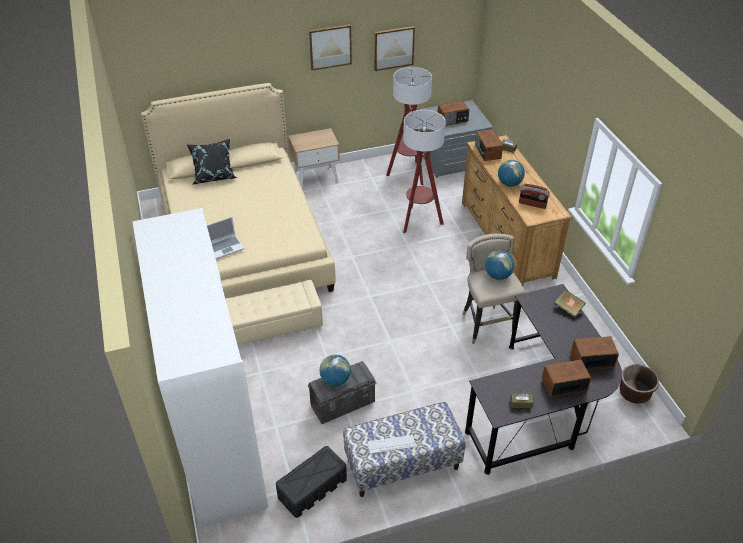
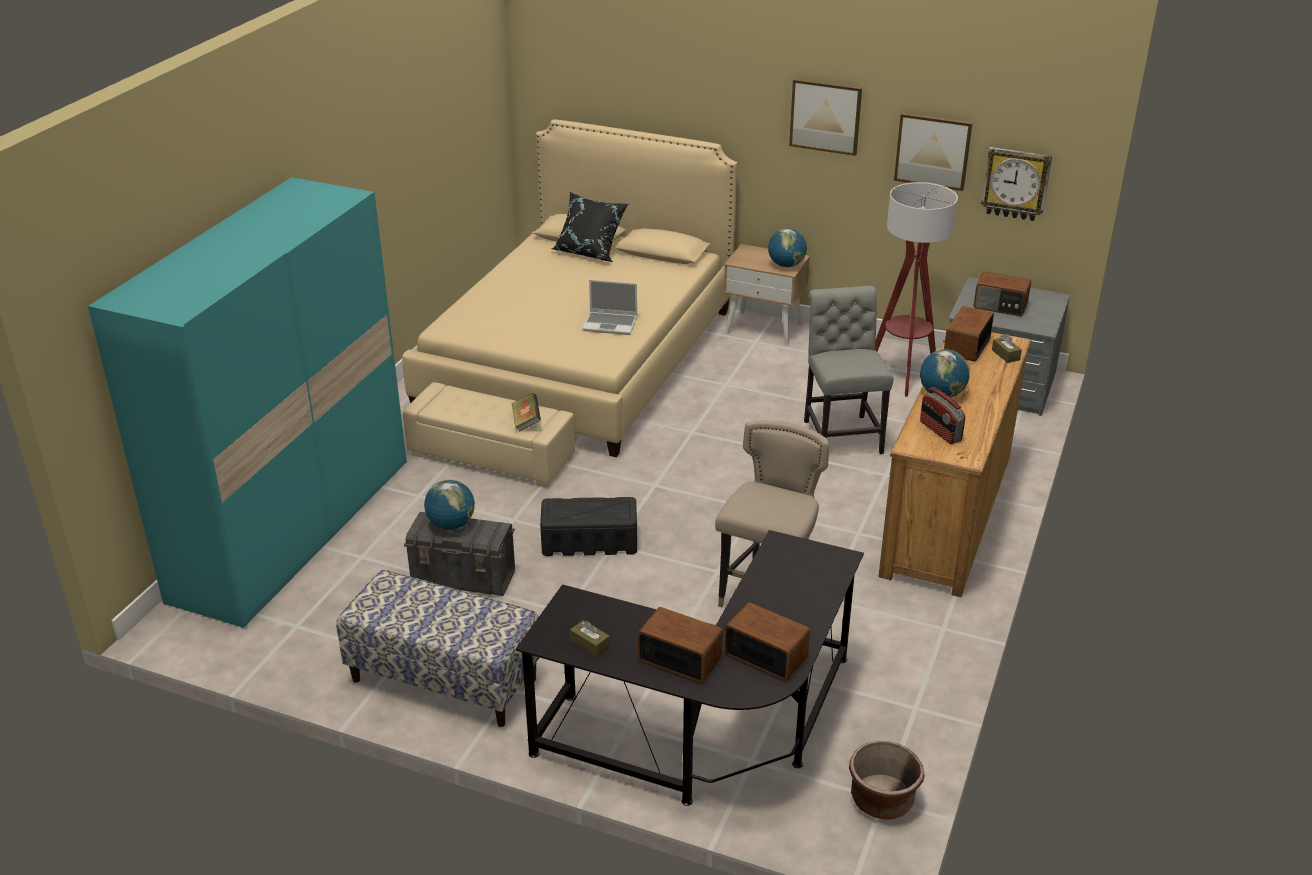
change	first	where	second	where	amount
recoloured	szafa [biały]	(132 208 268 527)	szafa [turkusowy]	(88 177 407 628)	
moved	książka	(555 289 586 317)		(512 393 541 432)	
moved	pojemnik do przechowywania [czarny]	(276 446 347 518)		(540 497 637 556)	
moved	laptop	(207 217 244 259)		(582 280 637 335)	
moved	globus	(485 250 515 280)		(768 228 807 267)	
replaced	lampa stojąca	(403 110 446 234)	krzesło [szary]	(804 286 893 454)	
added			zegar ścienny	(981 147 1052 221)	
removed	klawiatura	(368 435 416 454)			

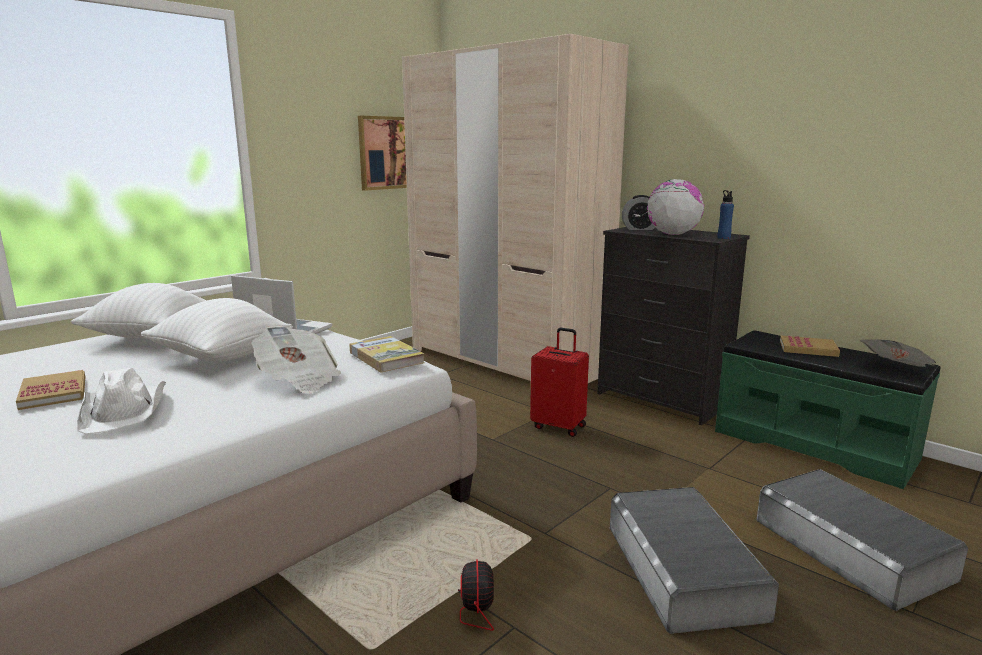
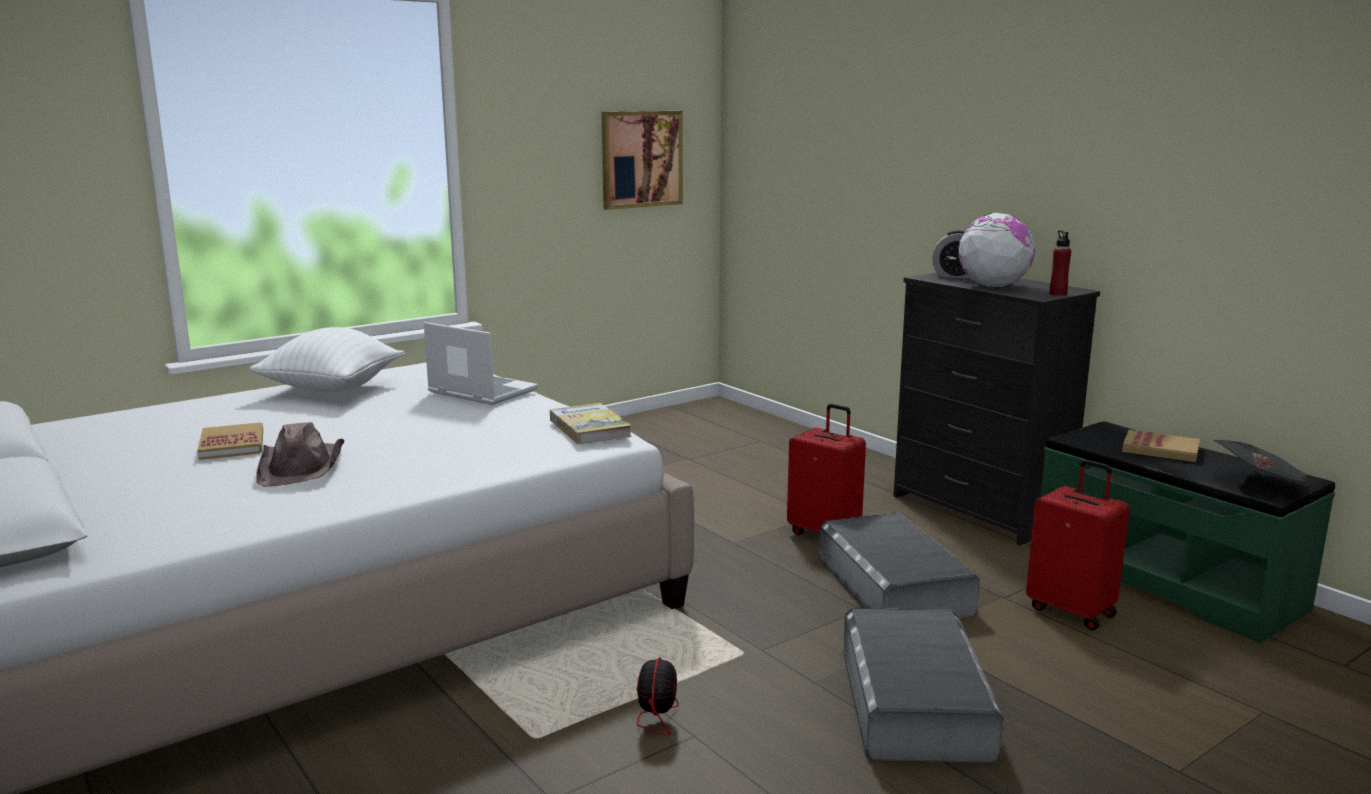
change	first	where	second	where	amount
recoloured	kapelusz [biały]	(77 368 166 434)	kapelusz [brązowy]	(257 422 345 487)	
moved	pojemnik do przechowywania [szary]	(757 469 968 611)		(819 512 980 618)	
added			walizka [czerwony]	(1026 460 1130 630)	
recoloured	butelka [niebieski]	(717 190 734 239)	butelka [czerwony]	(1049 230 1071 296)	
removed	poduszka [biały]	(141 298 293 361)			
removed	gazeta	(251 325 341 393)			
removed	szafa [beżowy]	(402 34 629 383)			

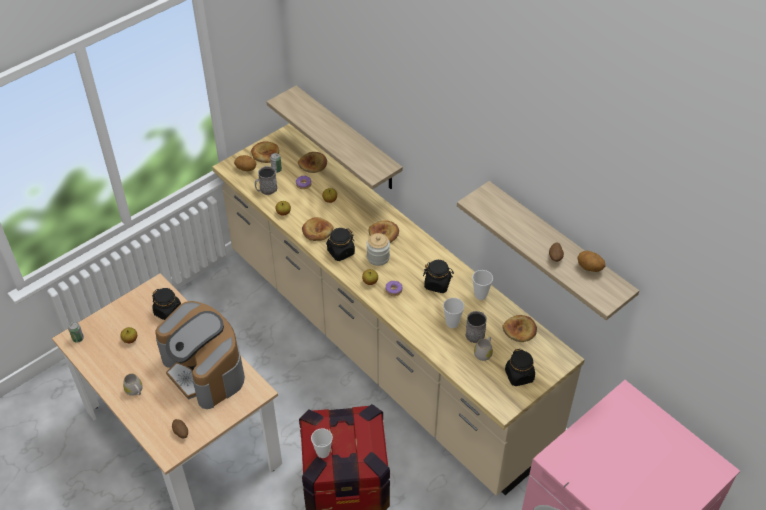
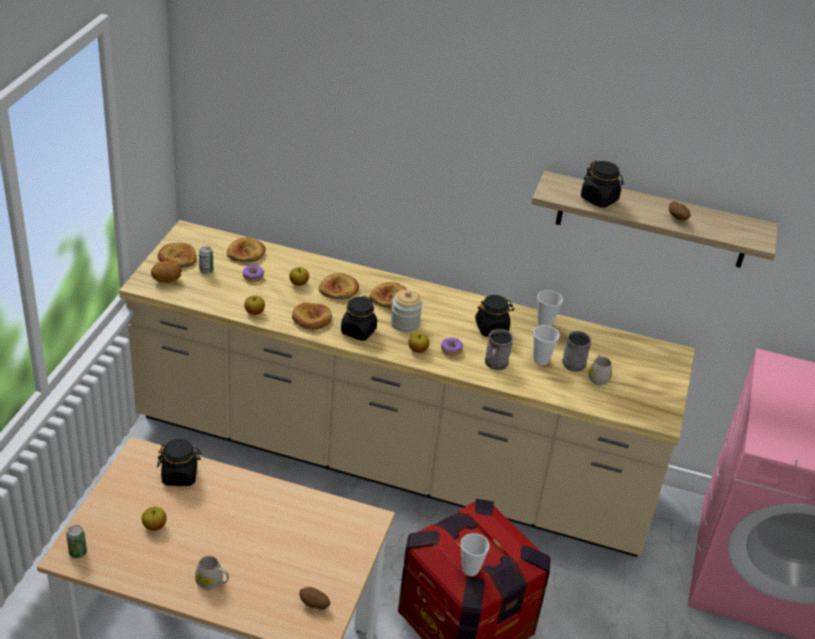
change	first	where	second	where	amount
moved	chleb	(502 315 537 342)		(319 273 359 299)	
moved	kubek [szary]	(255 166 277 195)		(485 329 513 370)	
moved	słoik [czarny]	(505 349 535 386)		(581 161 624 208)	
removed	ekspres do kawy	(156 301 245 409)			
removed	półka	(267 86 403 190)			
removed	ziemniak	(578 251 605 272)			

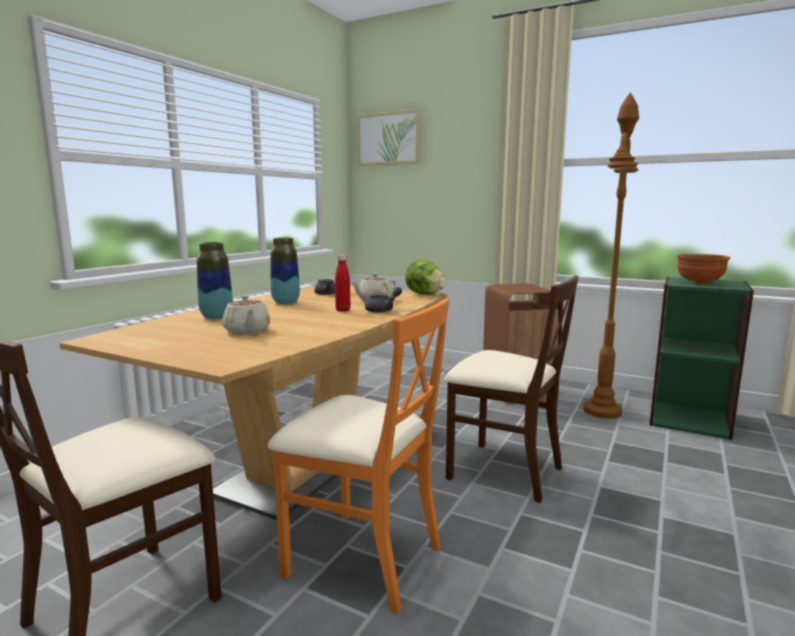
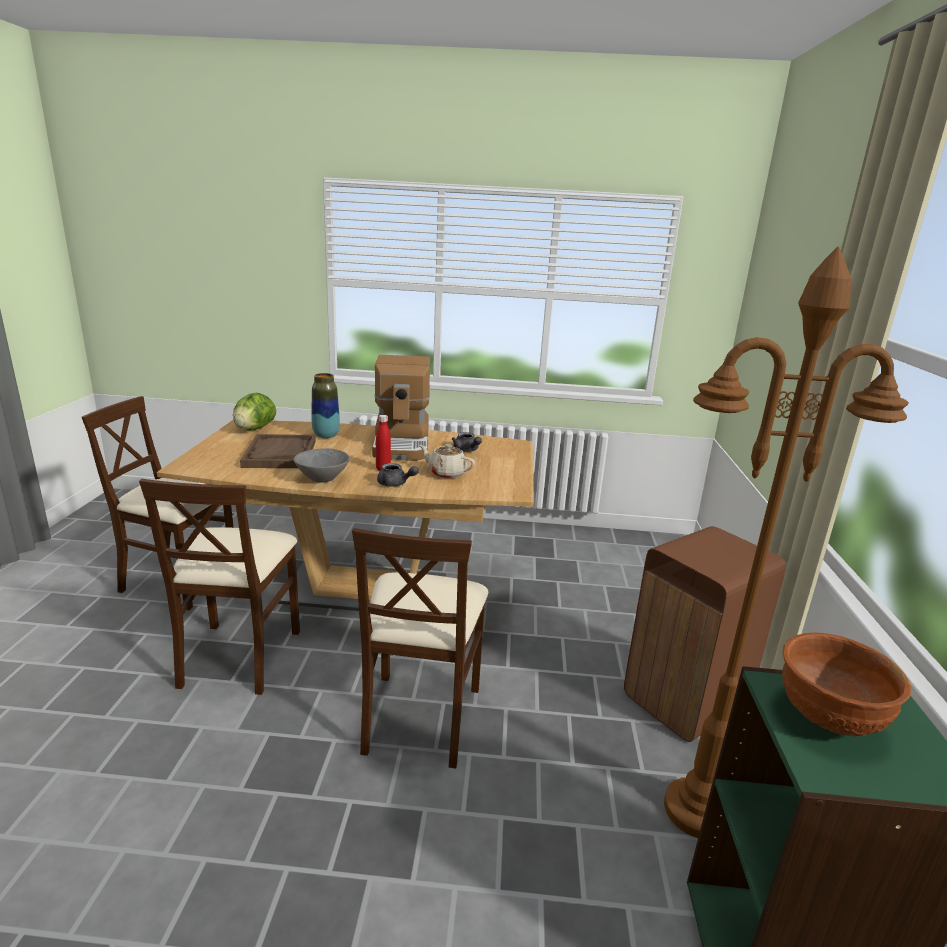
change	first	where	second	where	amount
recoloured	krzesło [pomarańczowy]	(268 298 449 614)	krzesło [beżowy]	(139 479 300 695)	
moved	sałata	(405 259 446 295)		(233 393 276 431)	
replaced	imbryk [beżowy]	(222 295 270 334)	taca [brązowy]	(240 434 316 468)	
added			miska [szary]	(294 448 350 483)	
replaced	wazon	(270 237 300 304)	ekspres do kawy	(372 355 430 461)	
removed	obraz	(357 109 420 166)			

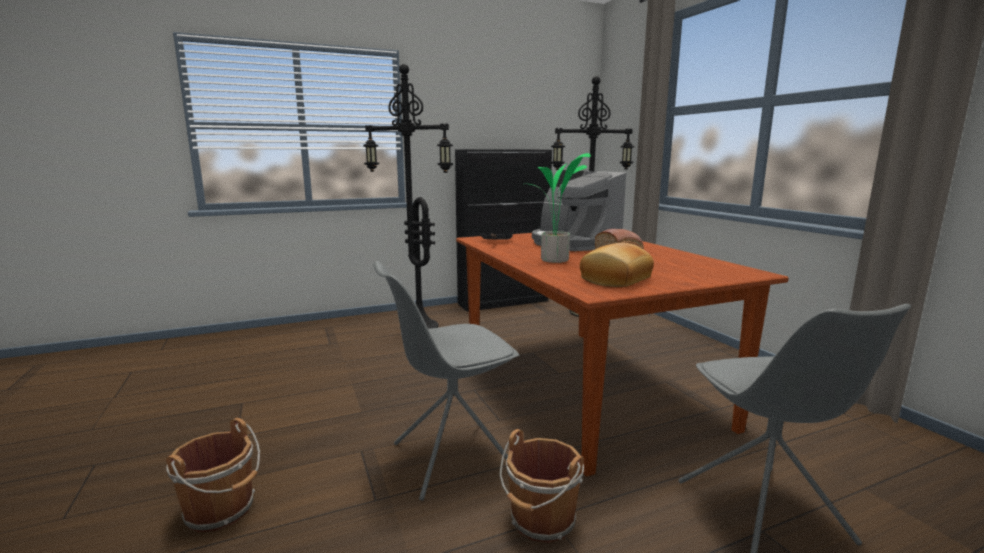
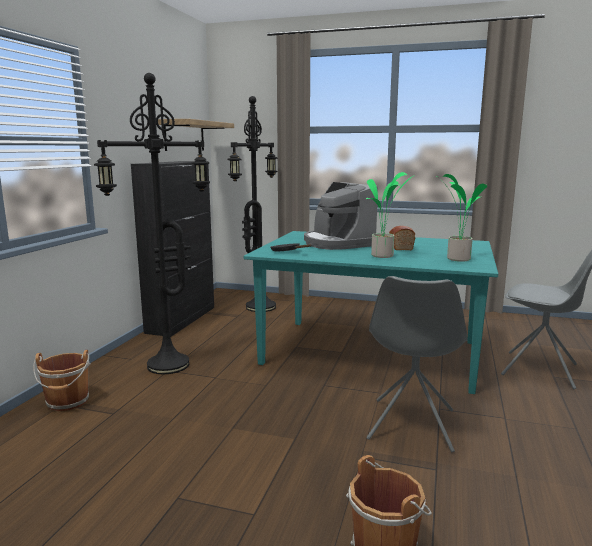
change	first	where	second	where	amount
moved	wiadro [brązowy]	(499 429 584 543)		(33 350 91 411)	
added			półka	(158 119 234 151)	
recoloured	stół jadalny [brązowy]	(456 233 789 477)	stół jadalny [turkusowy]	(244 231 498 394)	
turned	ekspres do kawy	(532 170 626 251)		(304 182 378 250)	60 degrees clockwise
replaced	chleb	(580 243 654 287)	roślina doniczkowa	(438 174 488 262)	

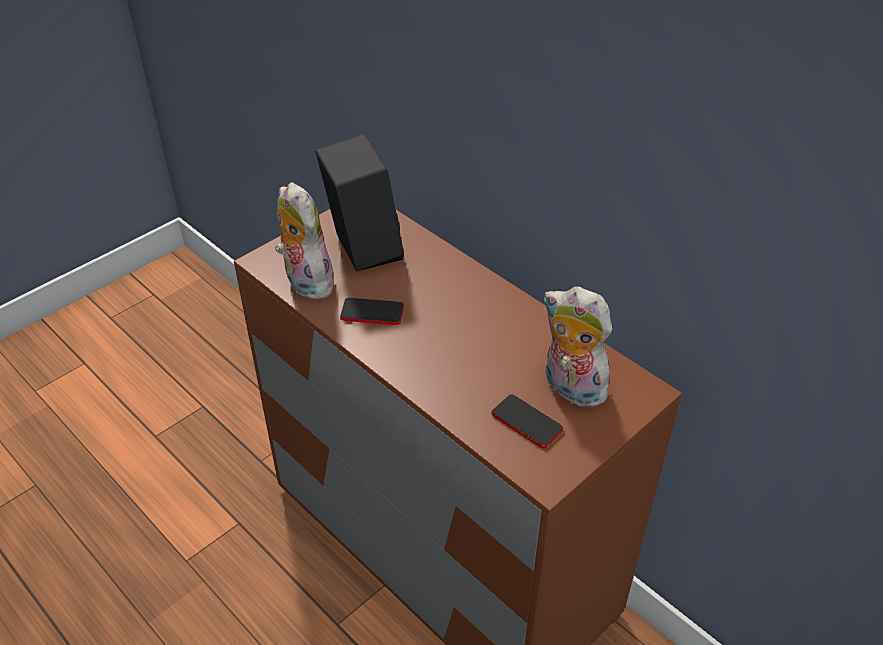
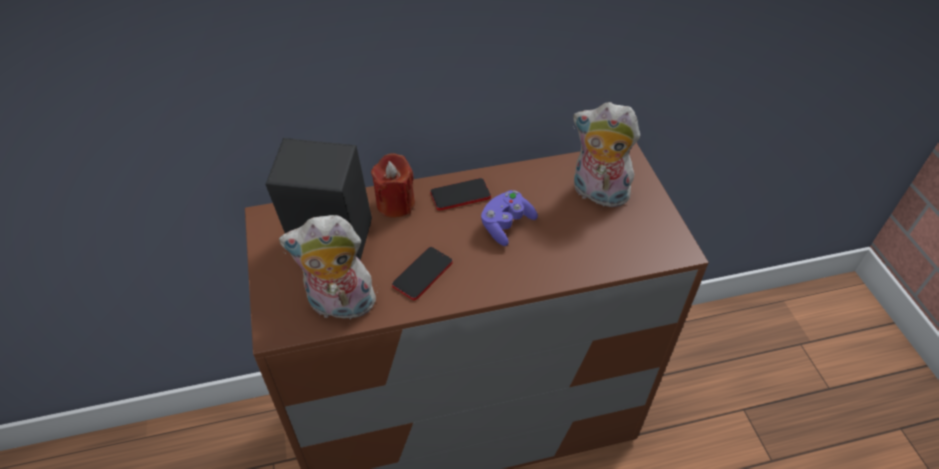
change	first	where	second	where	amount
added			świeca [czerwony]	(371 153 415 218)	
moved	telefon	(491 394 563 448)		(430 178 491 210)	
added			pad do gier [fioletowy]	(481 190 538 246)	
turned	pluszak	(543 286 615 408)		(573 102 640 210)	45 degrees clockwise

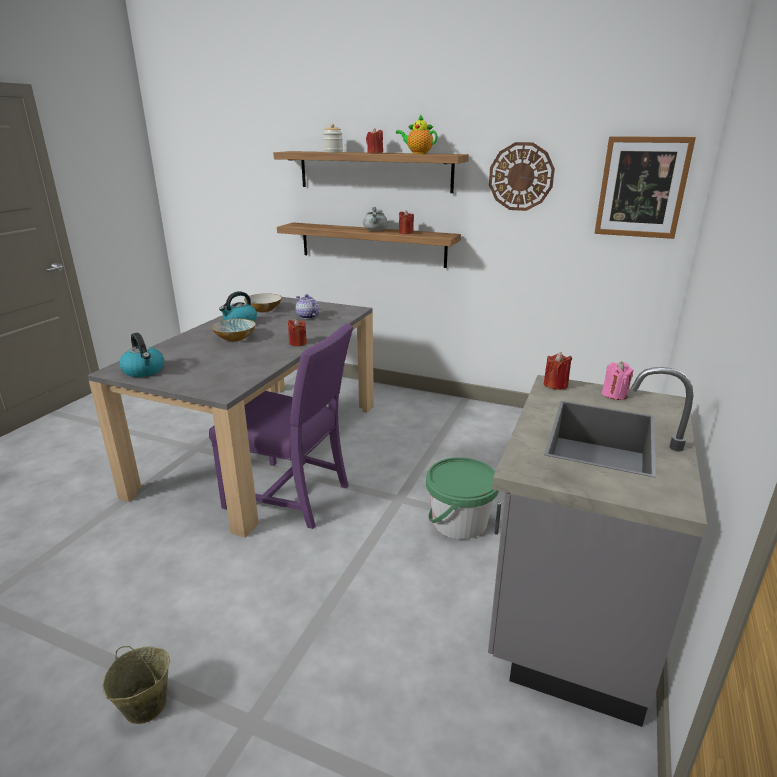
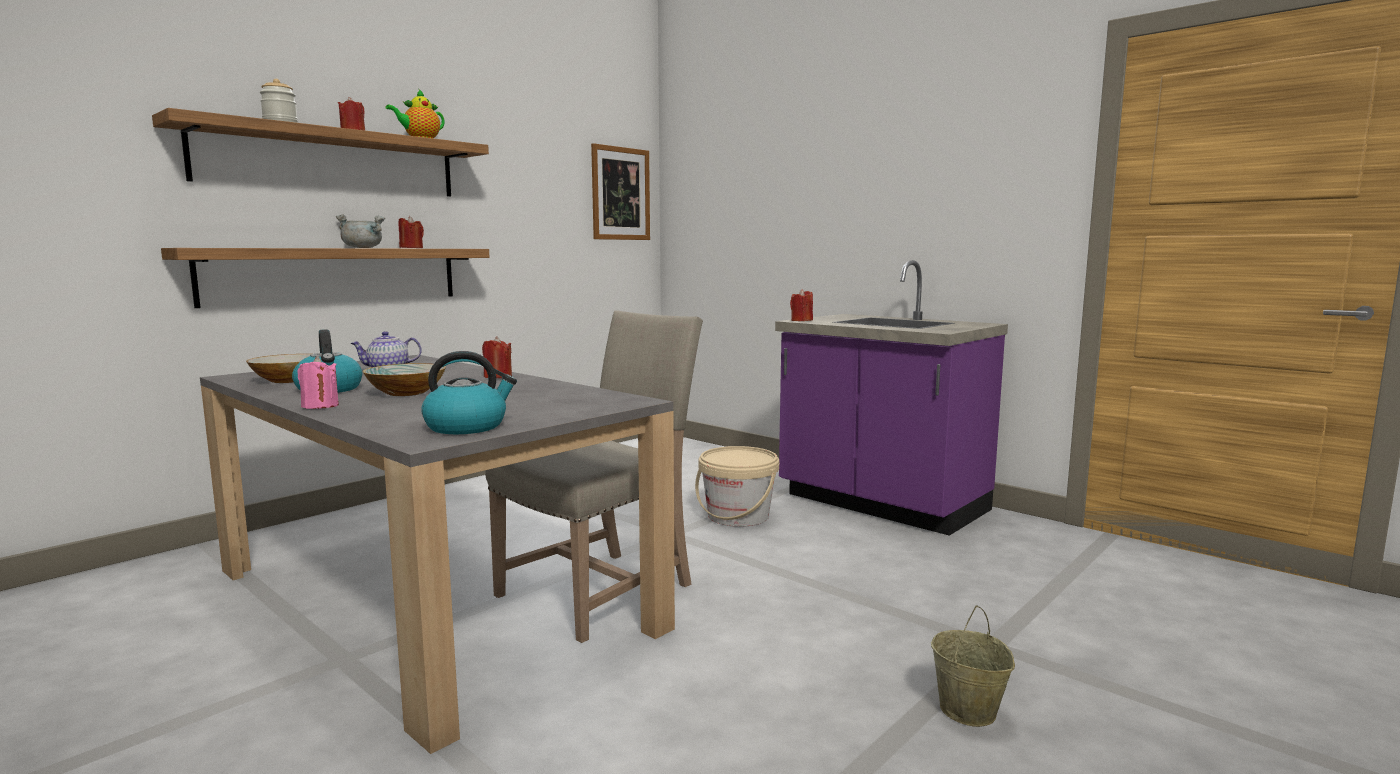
change	first	where	second	where	amount
moved	świeca [różowy]	(602 362 633 400)		(297 356 339 409)	
recoloured	krzesło [fioletowy]	(209 323 353 529)	krzesło [beżowy]	(485 310 703 643)	
recoloured	wiadro [zielony]	(426 457 499 540)	wiadro [beżowy]	(695 446 779 527)	
recoloured	zabudowa kuchenna [szary]	(488 367 707 727)	zabudowa kuchenna [fioletowy]	(775 260 1008 536)	
removed	zegar ścienny	(489 142 555 211)			

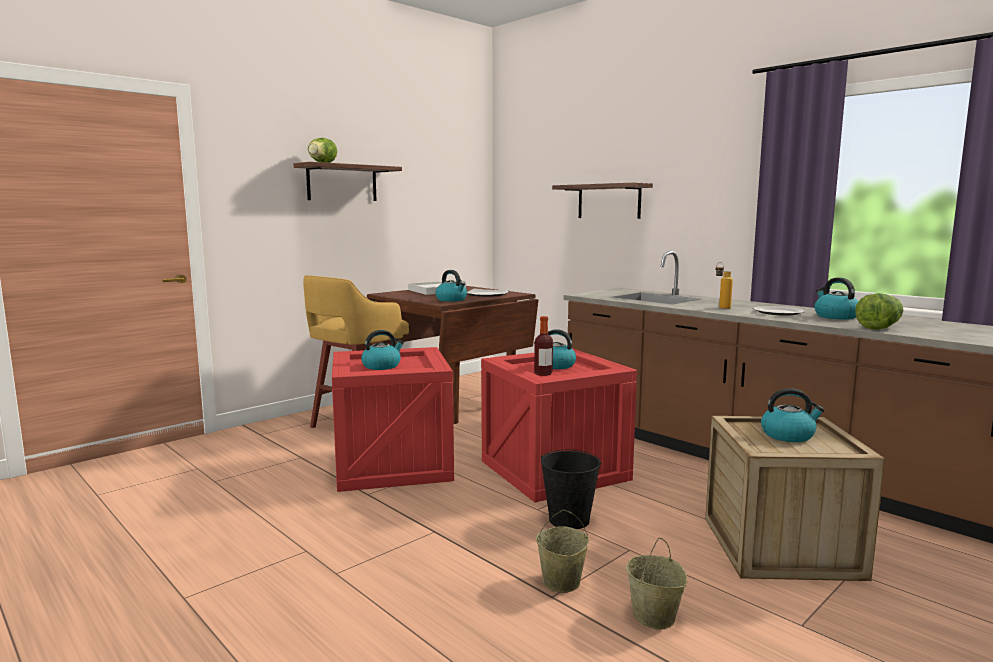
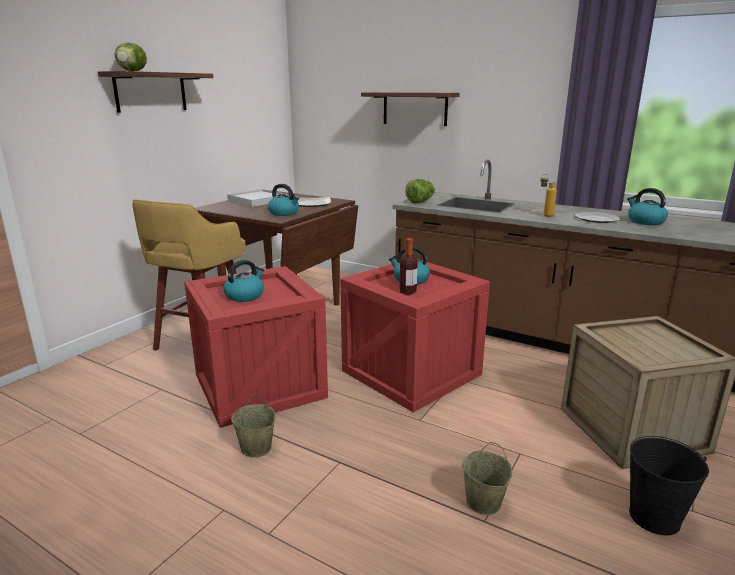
change	first	where	second	where	amount
moved	wiadro [beżowy]	(626 537 687 630)		(231 393 276 458)	
moved	sałata	(855 293 903 330)		(405 179 435 204)	
moved	wiadro [czarny]	(541 449 601 529)		(629 436 709 535)	
removed	czajnik	(761 388 825 442)			

